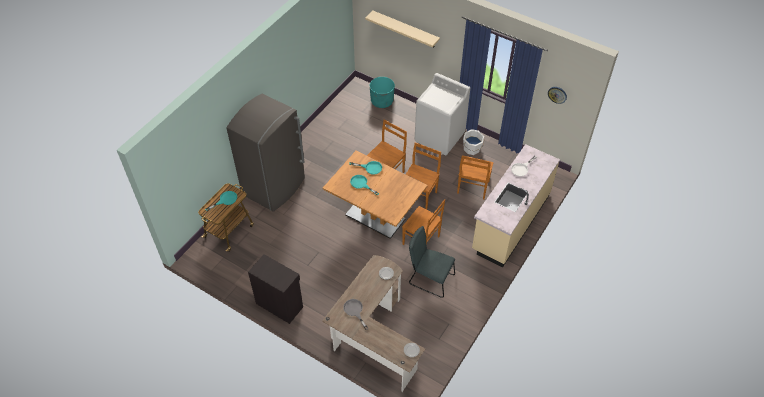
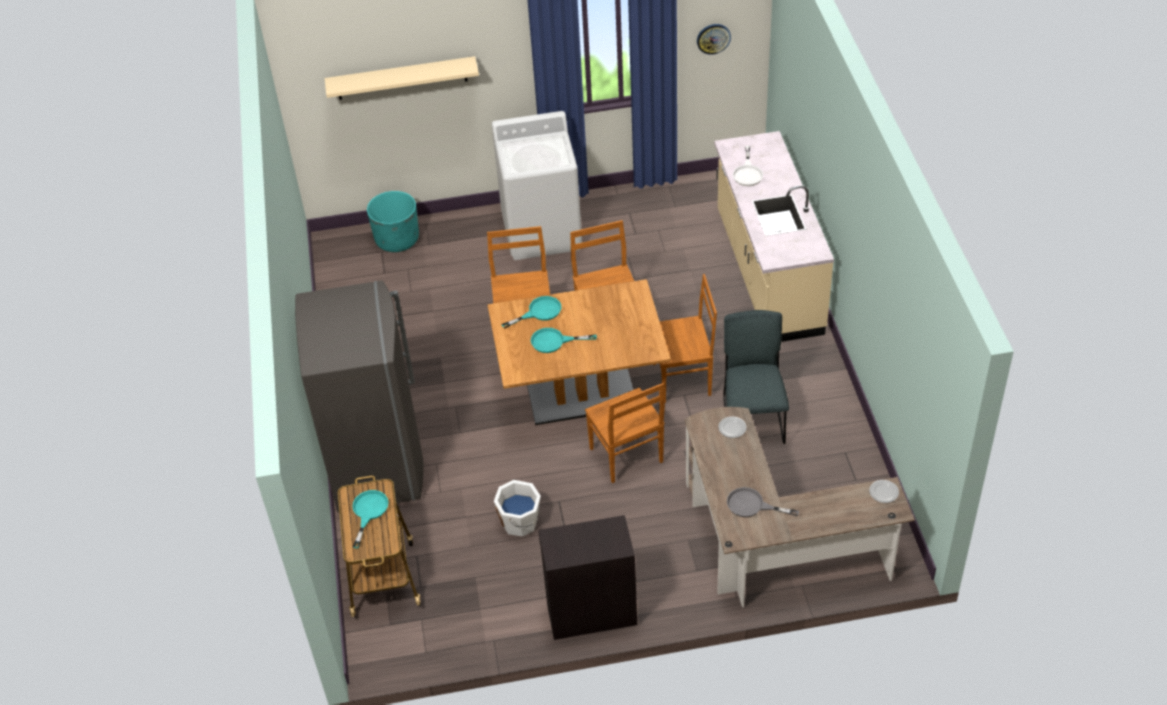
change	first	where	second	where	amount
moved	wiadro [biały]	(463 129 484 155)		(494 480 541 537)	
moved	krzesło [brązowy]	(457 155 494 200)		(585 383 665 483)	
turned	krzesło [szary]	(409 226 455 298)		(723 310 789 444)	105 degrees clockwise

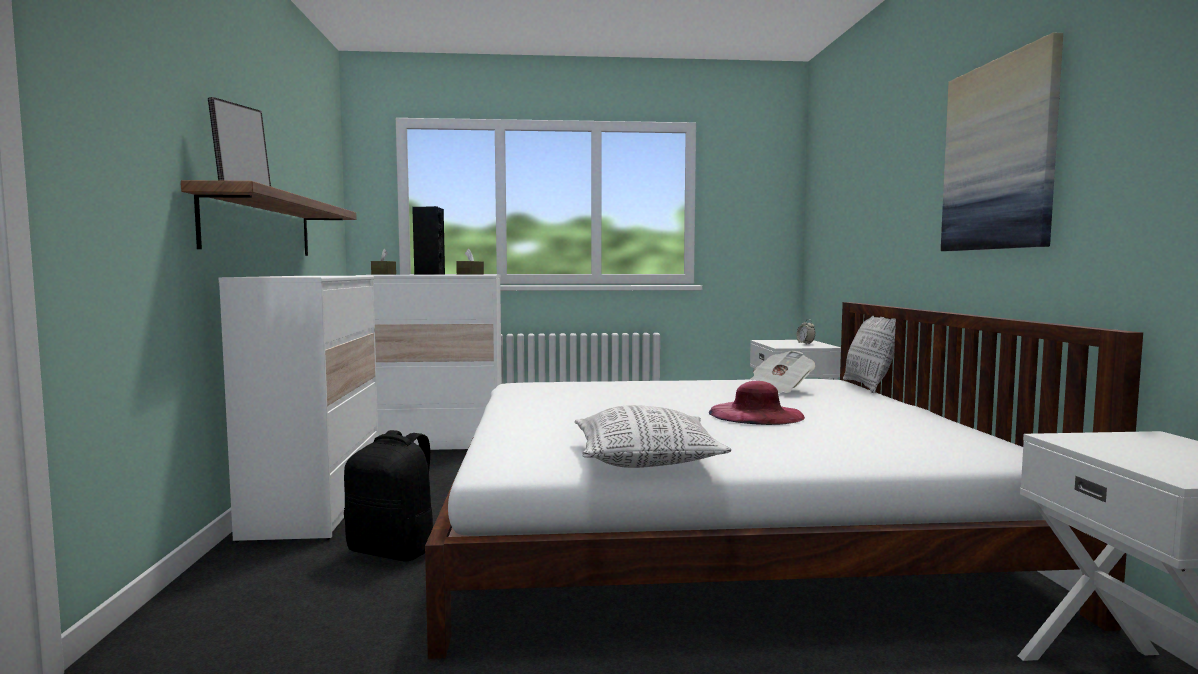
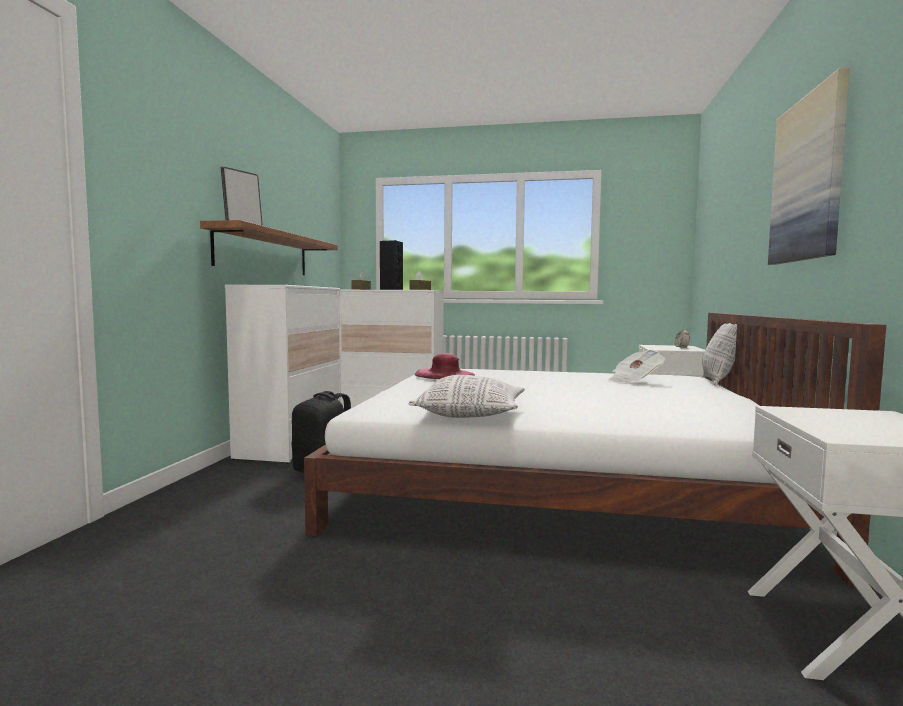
change	first	where	second	where	amount
moved	kapelusz [różowy]	(709 381 805 425)		(415 353 475 379)	

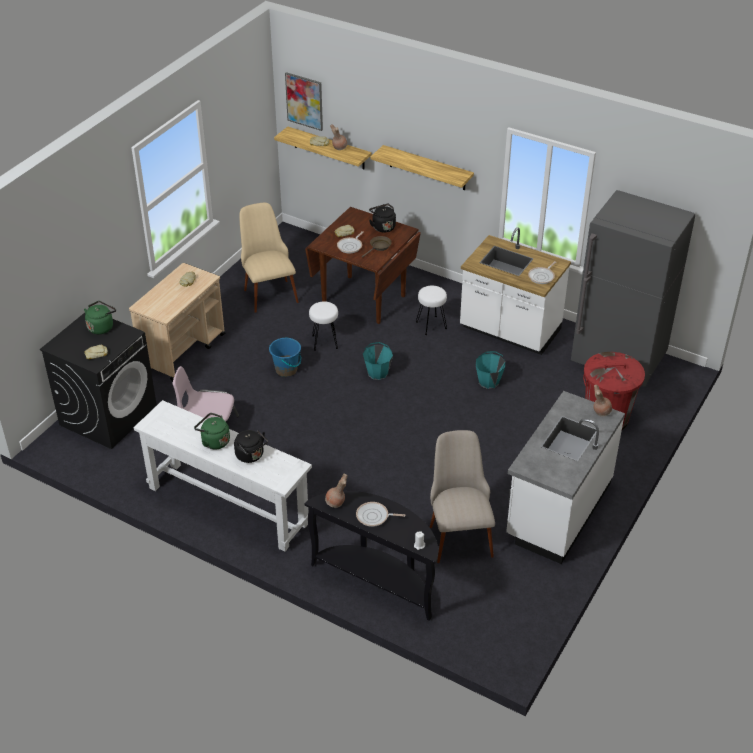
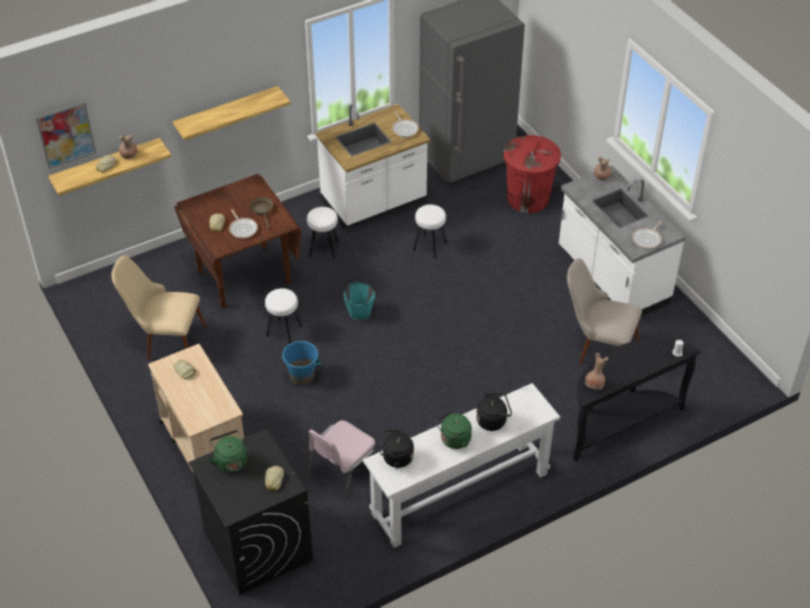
change	first	where	second	where	amount
moved	czajnik [czarny]	(369 204 396 232)		(380 429 414 468)	
replaced	wiadro [turkusowy]	(476 351 505 389)	stołek [biały]	(413 204 447 258)	
moved	patelnia	(356 502 405 527)		(632 220 662 249)	

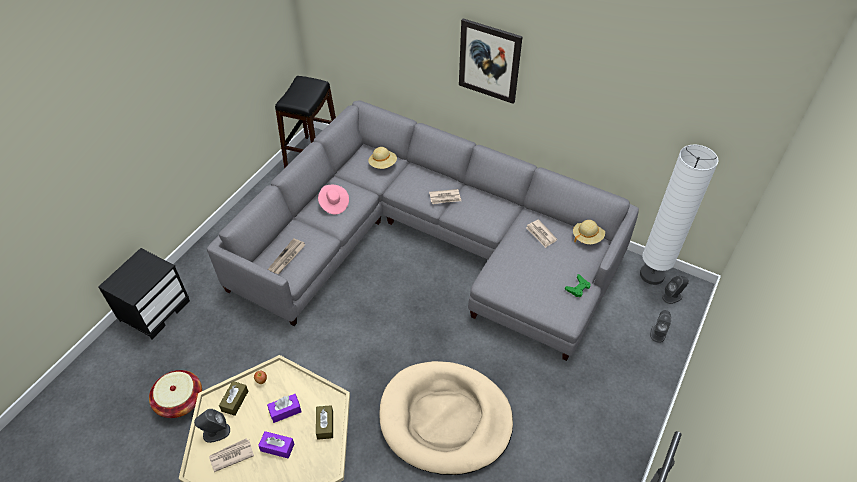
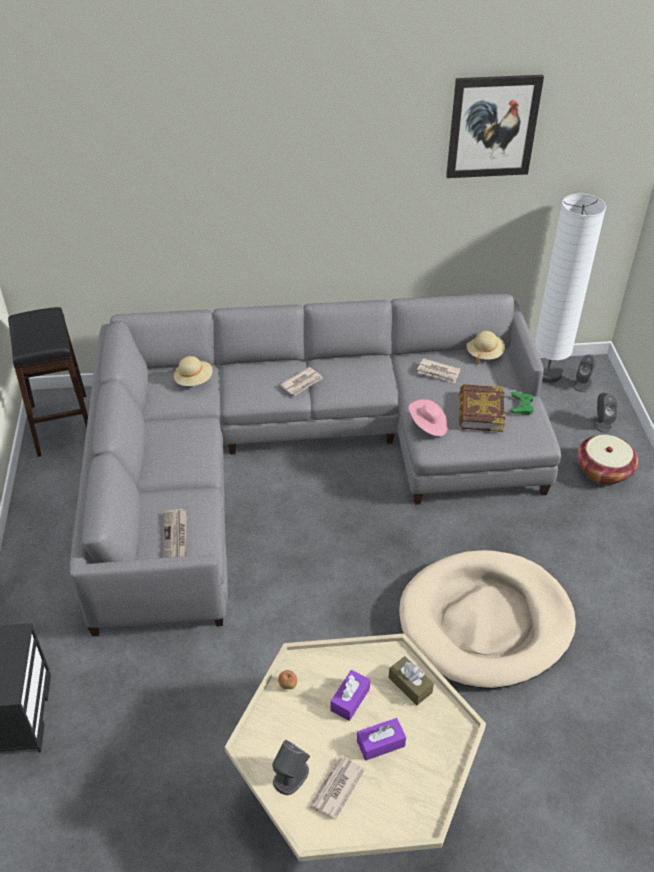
change	first	where	second	where	amount
moved	kapelusz [różowy]	(318 185 349 215)		(409 399 448 436)	
moved	obraz	(459 18 523 104)		(446 75 544 178)	
added			książka	(459 384 505 432)	
moved	koszyk	(149 370 202 418)		(577 435 638 485)	
removed	pudełko chusteczek [brązowy]	(219 381 248 416)			

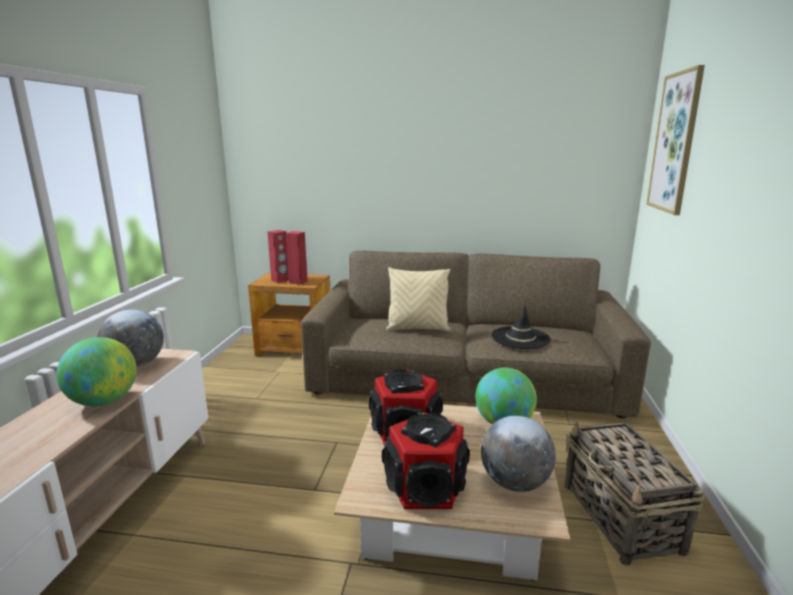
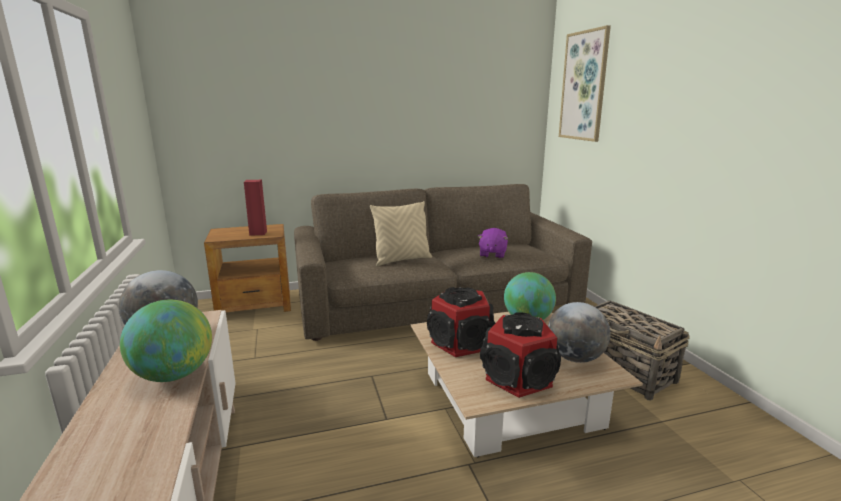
change	first	where	second	where	amount
replaced	kapelusz [czarny]	(491 306 551 349)	pluszak [fioletowy]	(478 228 508 259)	
removed	głośnik [czerwony]	(267 230 289 283)			

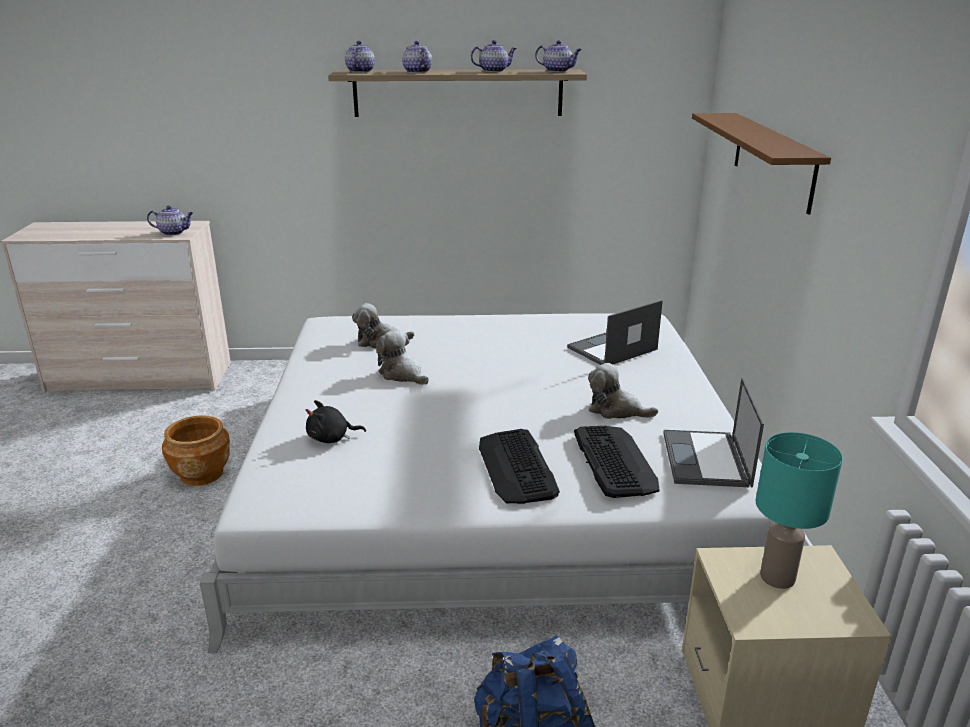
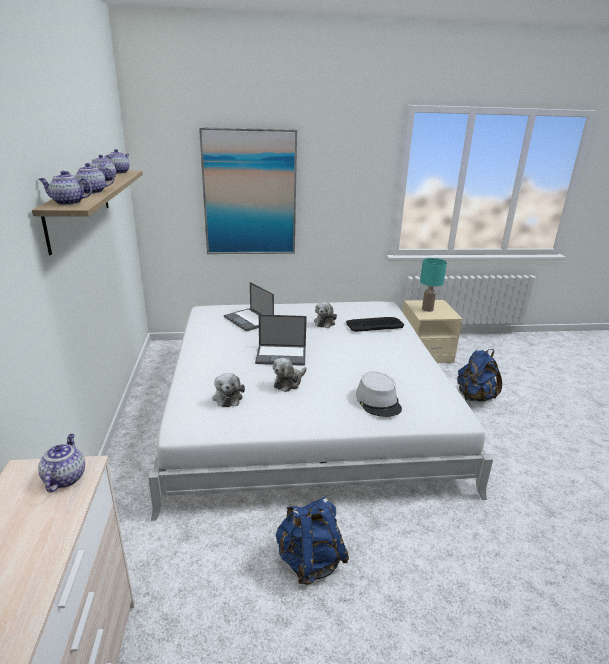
change	first	where	second	where	amount
replaced	półka [brązowy]	(692 113 831 215)	obraz	(199 127 297 254)	
moved	laptop	(663 378 764 488)		(255 314 307 366)	
replaced	donica [brązowy]	(162 415 230 486)	plecak [niebieski]	(276 497 349 585)	
replaced	pluszak [czarny]	(306 400 366 443)	kapelusz [szary]	(356 372 402 417)	
removed	klawiatura	(479 429 560 504)			

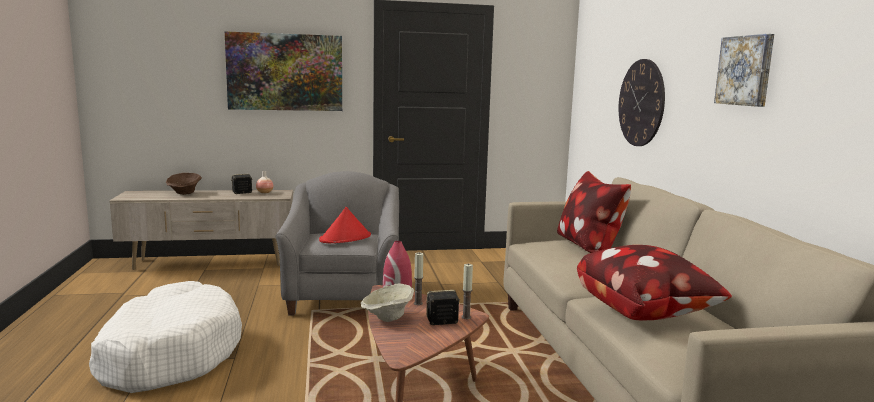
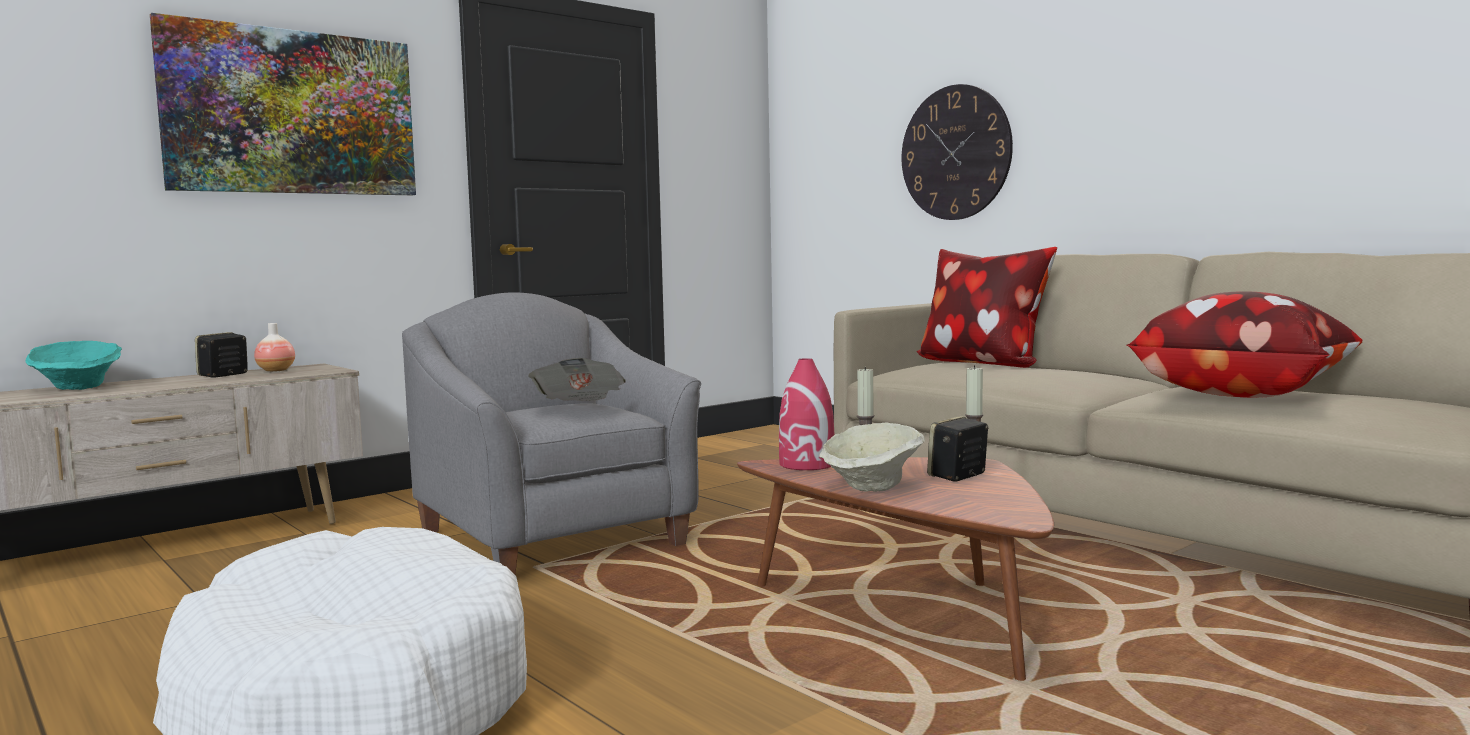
change	first	where	second	where	amount
recoloured	miska [brązowy]	(166 173 202 195)	miska [turkusowy]	(25 341 122 390)	
replaced	kapelusz [czerwony]	(319 207 371 243)	gazeta	(528 358 626 401)	
removed	obraz	(714 34 774 107)			

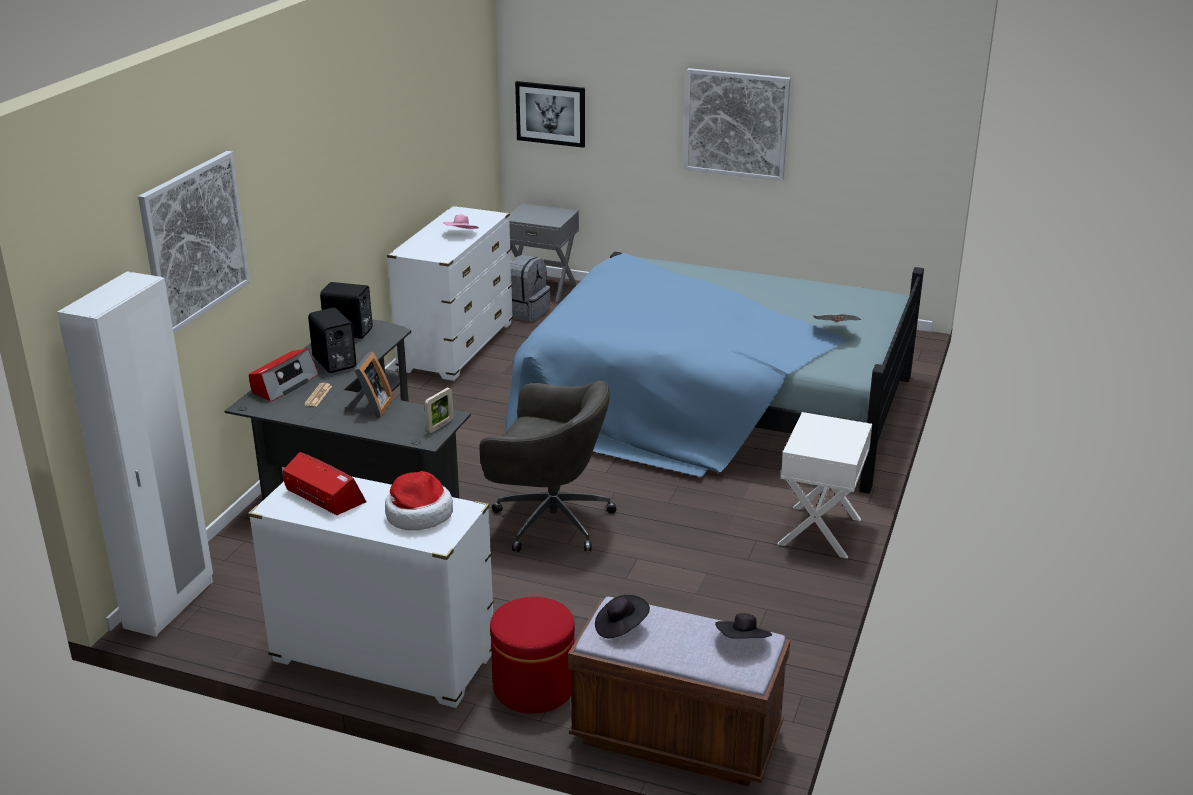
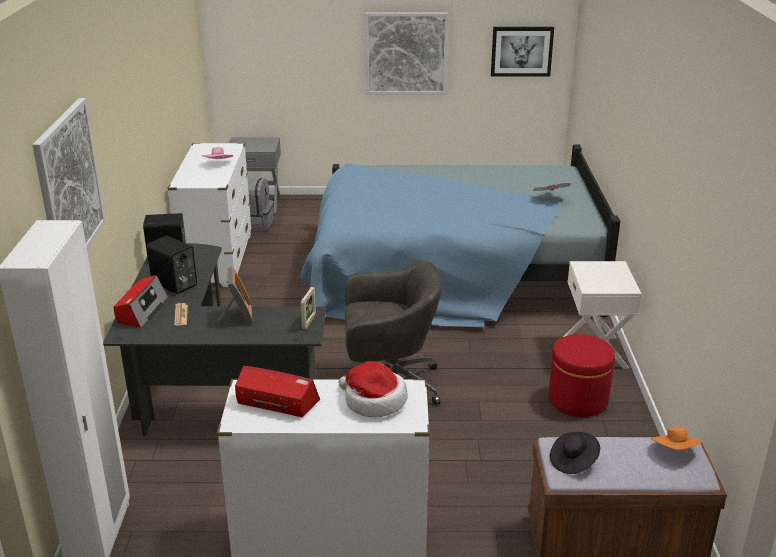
change	first	where	second	where	amount
moved	obraz	(515 81 585 148)		(491 27 554 77)	
moved	pufa [czerwony]	(490 597 575 713)		(549 334 615 417)	
recoloured	kapelusz [czarny]	(715 613 772 639)	kapelusz [pomarańczowy]	(651 426 702 450)	

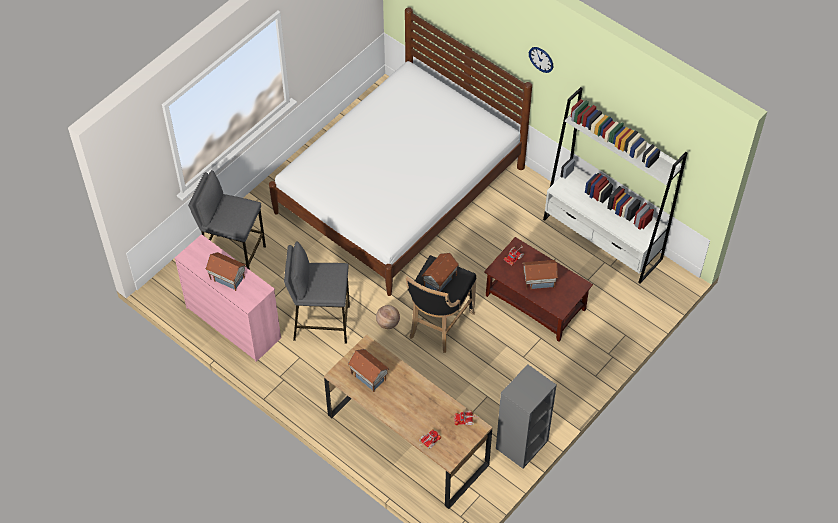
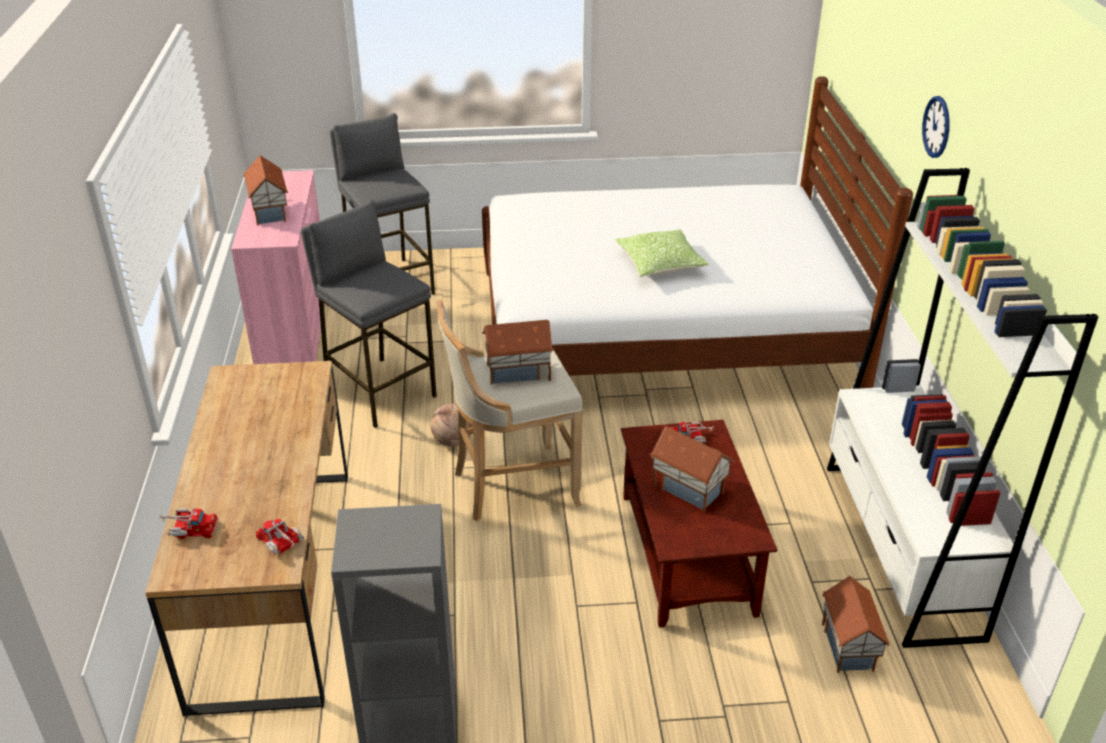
change	first	where	second	where	amount
recoloured	stołek [czarny]	(406 255 476 353)	stołek [beżowy]	(436 300 583 521)	
added			poduszka	(615 229 709 277)	
moved	domek	(348 349 389 392)		(822 576 890 673)	

